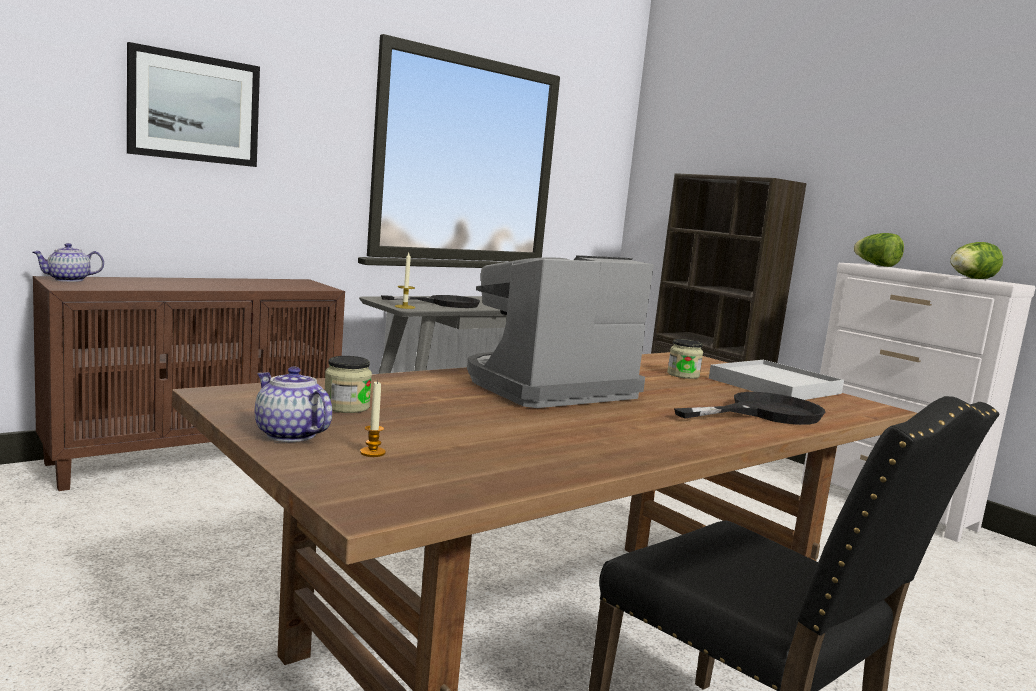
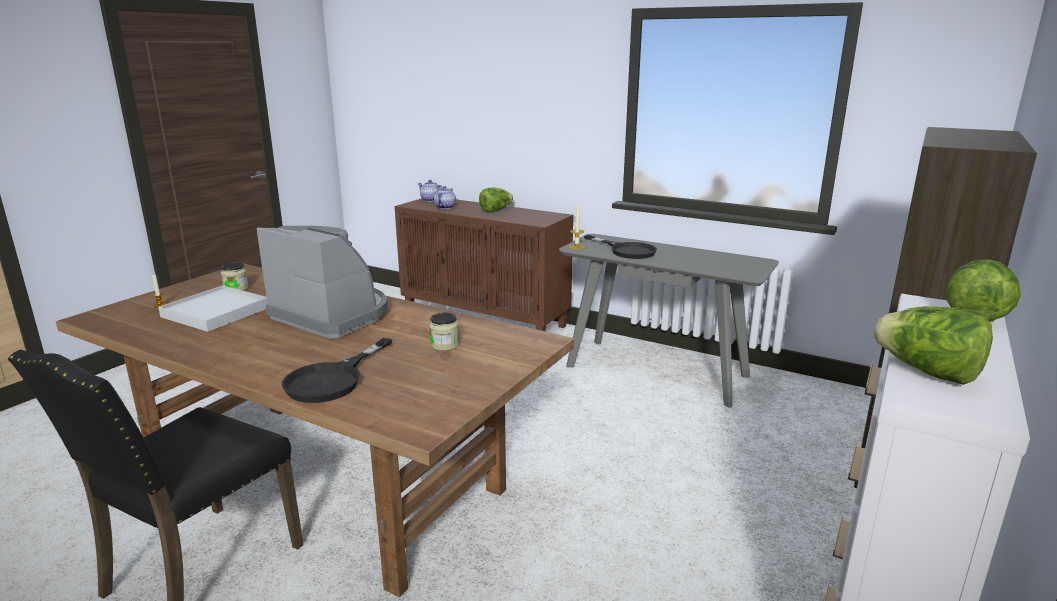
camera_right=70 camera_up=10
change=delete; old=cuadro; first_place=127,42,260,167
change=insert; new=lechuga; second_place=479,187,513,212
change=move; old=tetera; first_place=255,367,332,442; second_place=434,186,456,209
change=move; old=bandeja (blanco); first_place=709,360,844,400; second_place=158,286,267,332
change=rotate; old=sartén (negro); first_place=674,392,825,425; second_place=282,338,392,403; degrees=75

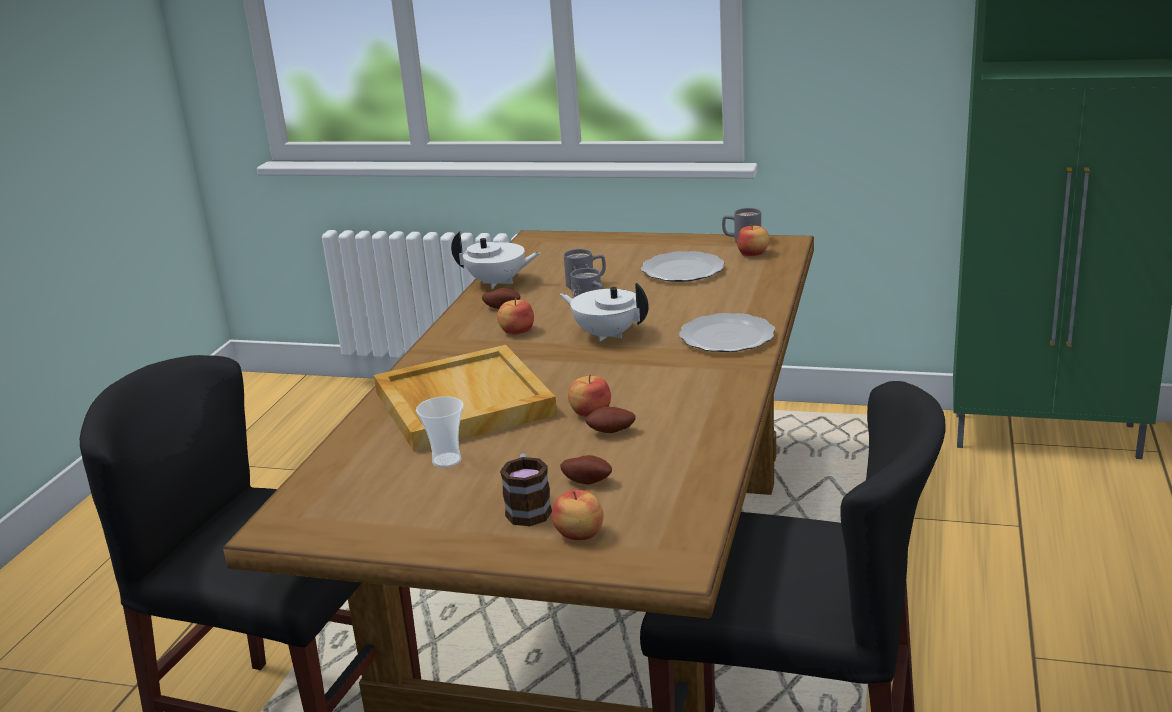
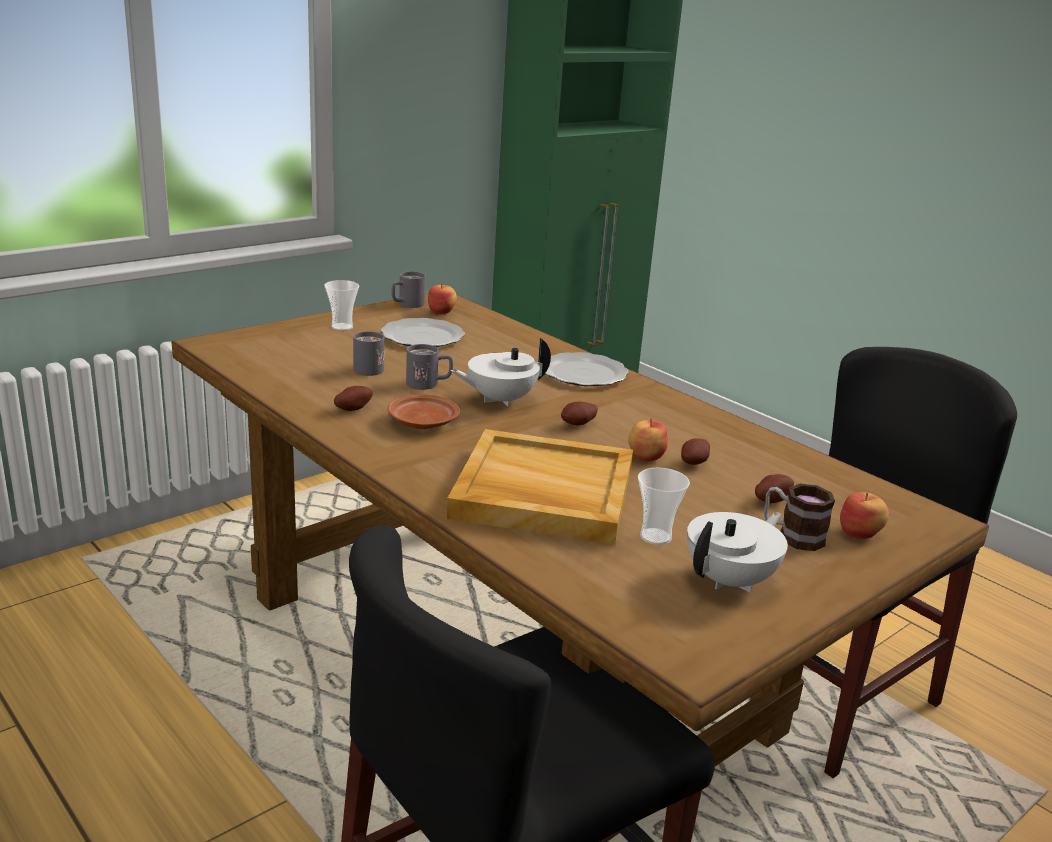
camera_right=-60 camera_up=0
change=insert; new=taza; second_place=324,280,359,331
change=insert; new=patata; second_place=561,401,598,425
change=move; old=tetera (blanco); first_place=451,231,541,289; second_place=687,512,788,593
change=replace; old=manzana; new=plato (marrón); first_place=497,298,534,335; second_place=387,395,460,429

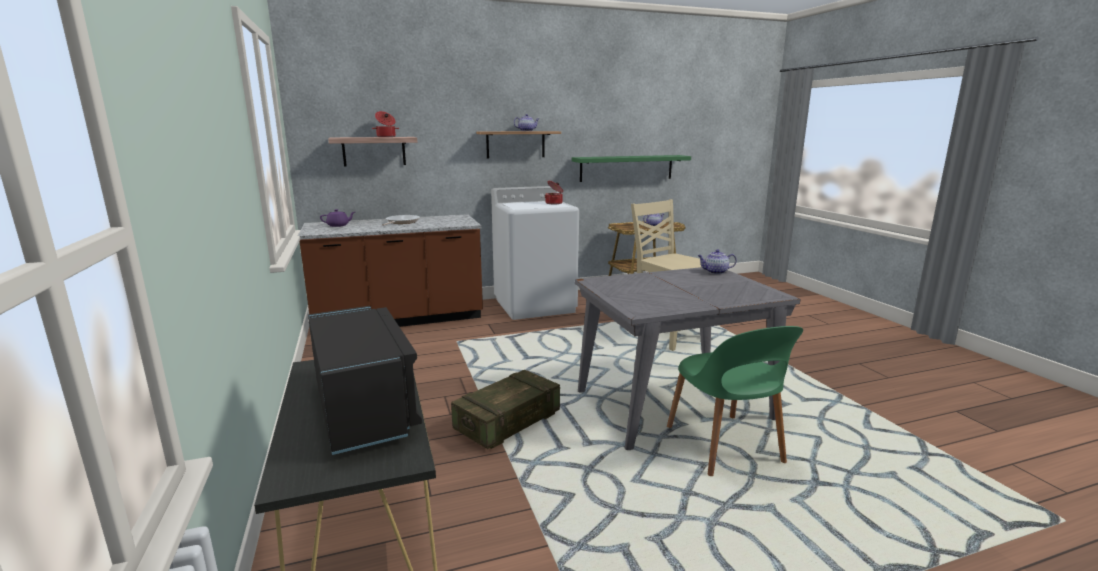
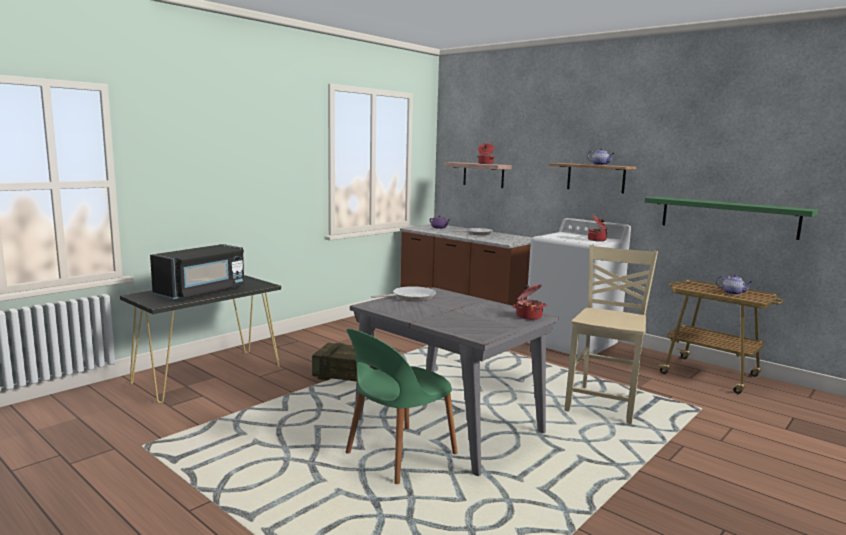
camera_right=60 camera_up=-5
change=insert; new=sartén; second_place=371,286,436,301
change=replace; old=tetera; new=olla; first_place=698,249,737,274; second_place=513,284,547,320

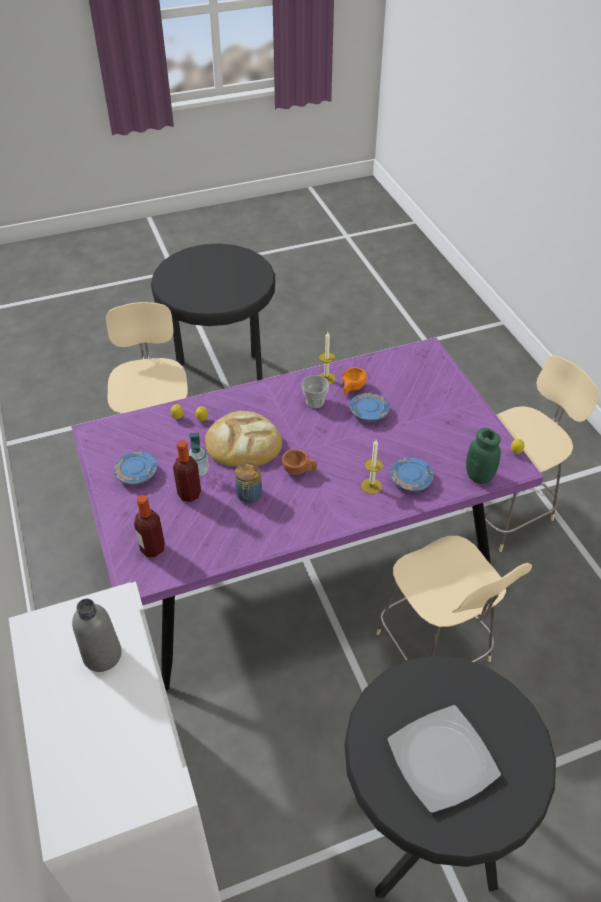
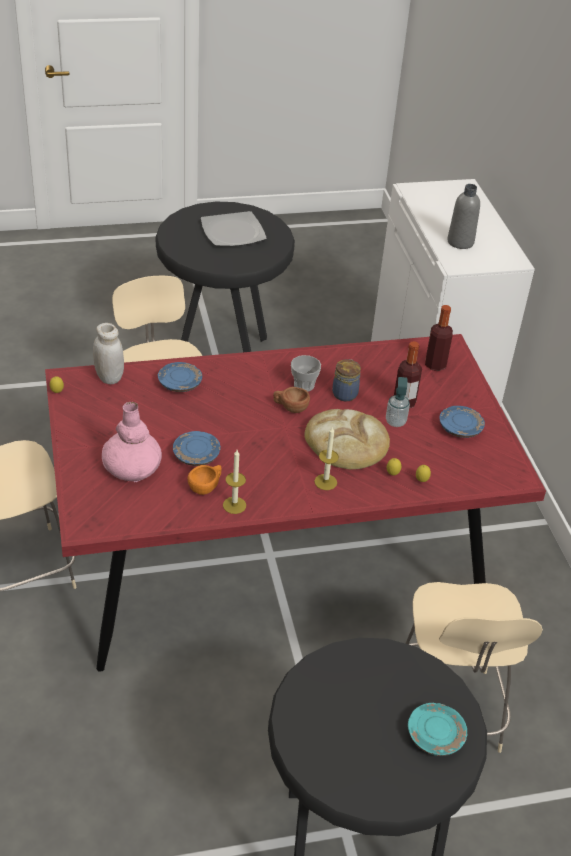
camera_right=-175 camera_up=-5
change=insert; new=florero (rosa); second_place=102,402,162,482
change=insert; new=plato (turquesa); second_place=408,703,467,756
change=move; old=taza; first_place=302,375,329,408; second_place=291,355,321,392
change=move; old=vela; first_place=361,440,383,494; second_place=314,426,339,490
change=recolor; old=mesa de comedor (morado); new=mesa de comedor (rojo); first_place=71,337,544,691; second_place=45,334,546,672
change=recolor; old=tarro (verde); new=tarro (blanco); first_place=466,428,501,484; second_place=93,323,124,384

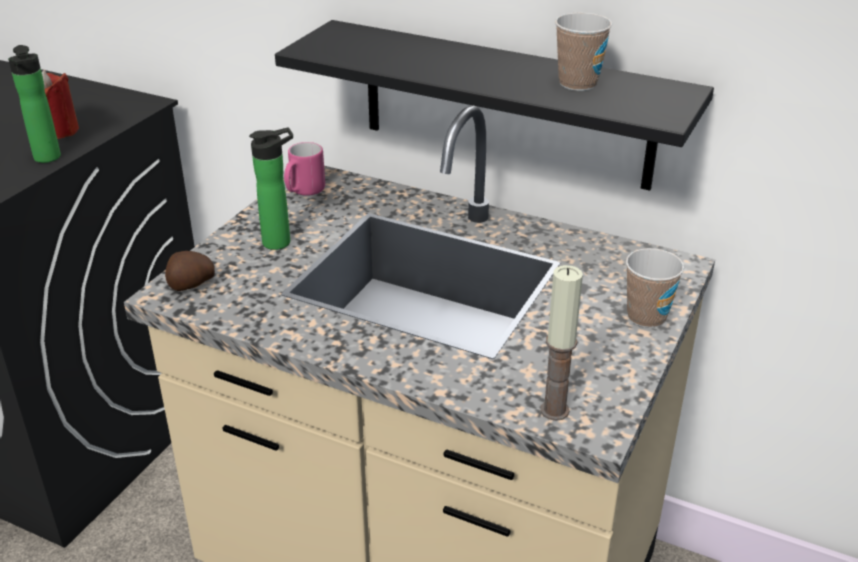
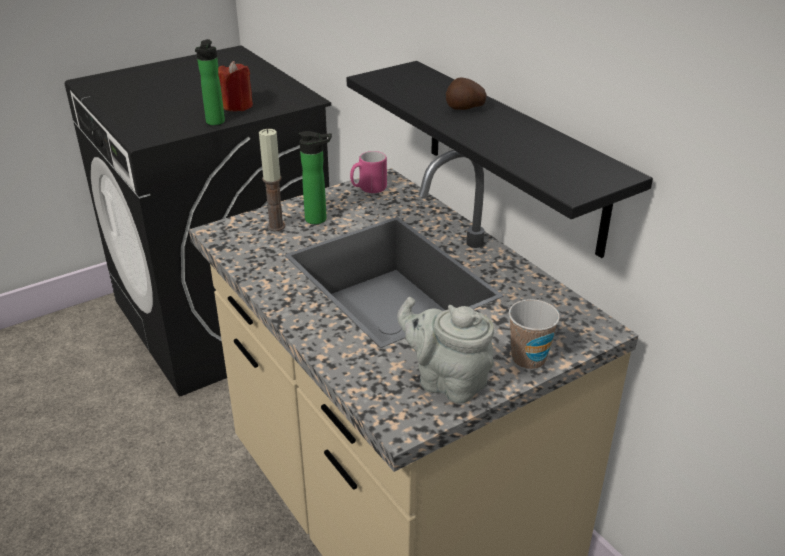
camera_right=30 camera_up=0
change=delete; old=taza; first_place=555,12,612,91
change=insert; new=tetera (gris); second_place=397,297,494,404
change=move; old=patata; first_place=165,251,215,291; second_place=446,77,486,110
change=move; old=vela; first_place=540,265,583,421; second_place=259,129,285,231

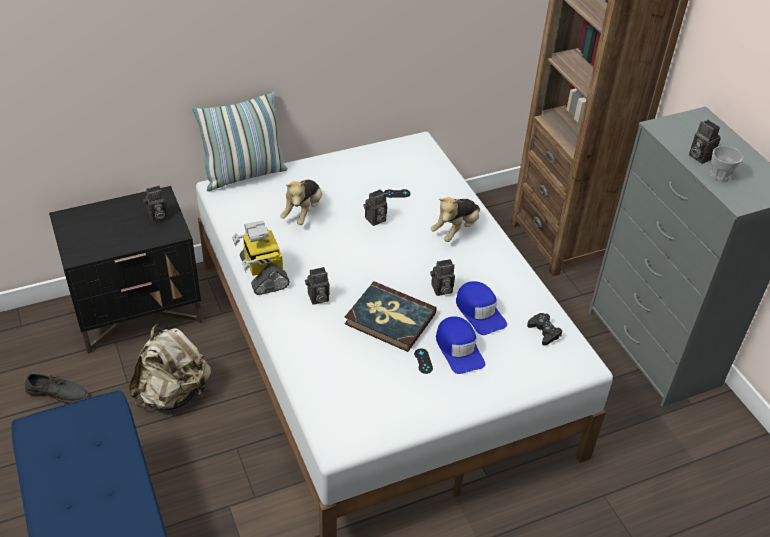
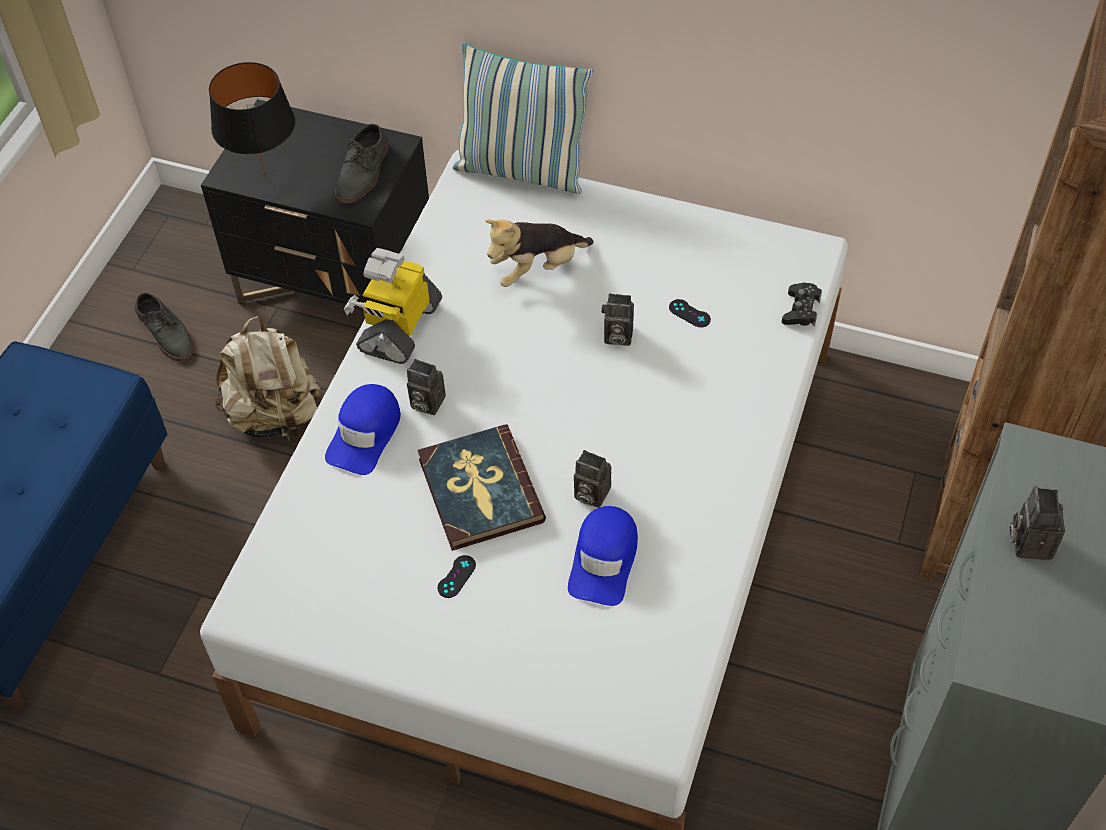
camera_right=45 camera_up=10
change=delete; old=peluche; first_place=430,197,480,242
change=delete; old=taza; first_place=710,146,743,181
change=insert; new=lámpara de mesa (negro); second_place=209,62,295,180
change=move; old=gorra (azul); first_place=436,316,485,374; second_place=325,384,401,475
change=move; old=mando de consola (negro); first_place=527,313,562,346; second_place=782,282,822,327
change=replace; old=cámara; new=zapato (gris); first_place=143,186,168,222; second_place=335,124,389,203

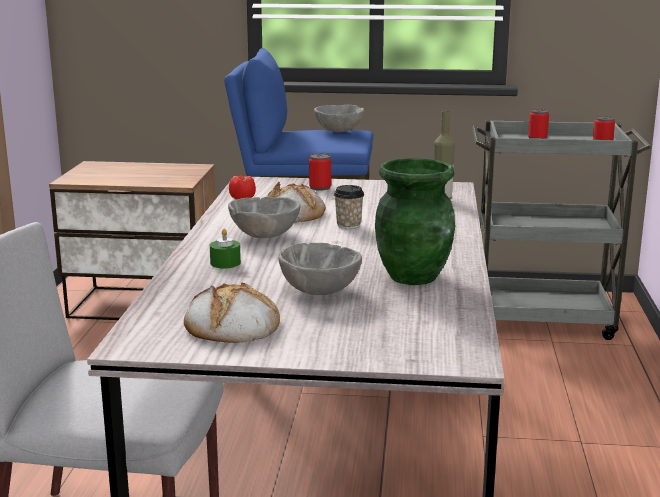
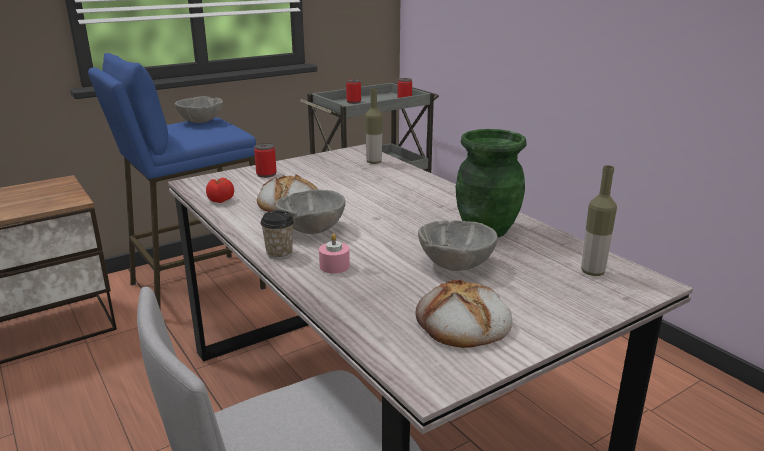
camera_right=-40 camera_up=5
change=insert; new=botella; second_place=581,165,617,276
change=move; old=taza; first_place=334,185,364,229; second_place=260,210,294,259
change=recolor; old=vela (verde); new=vela (rosa); first_place=210,229,241,268; second_place=319,233,350,274

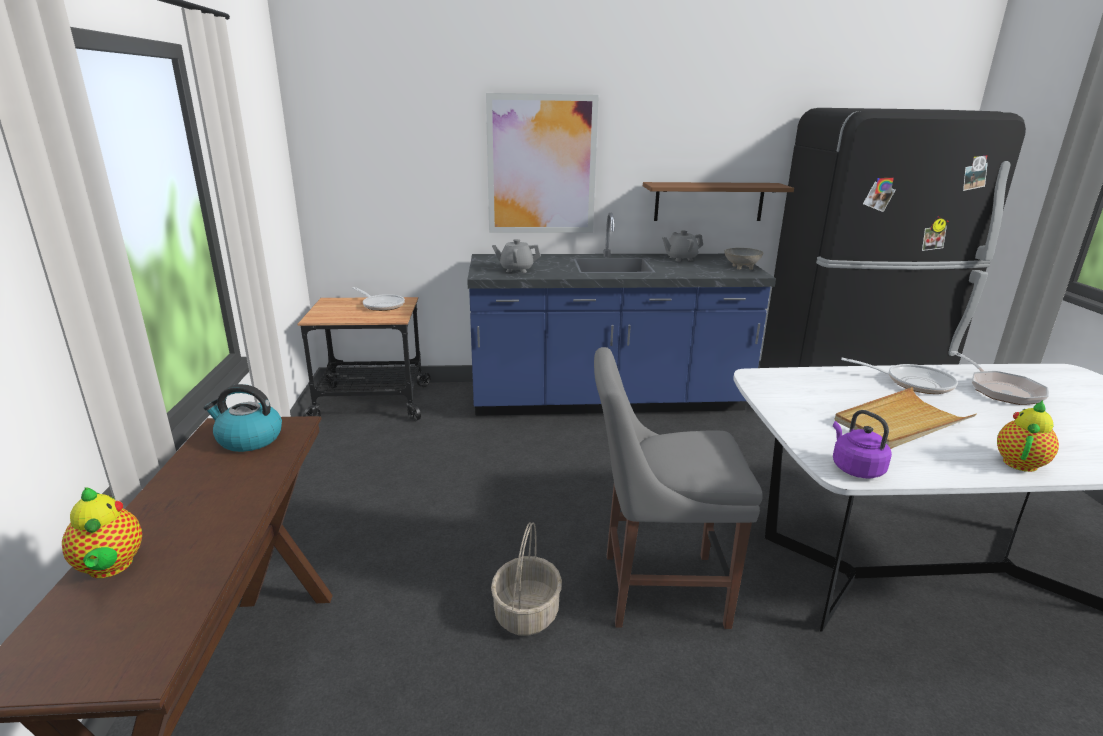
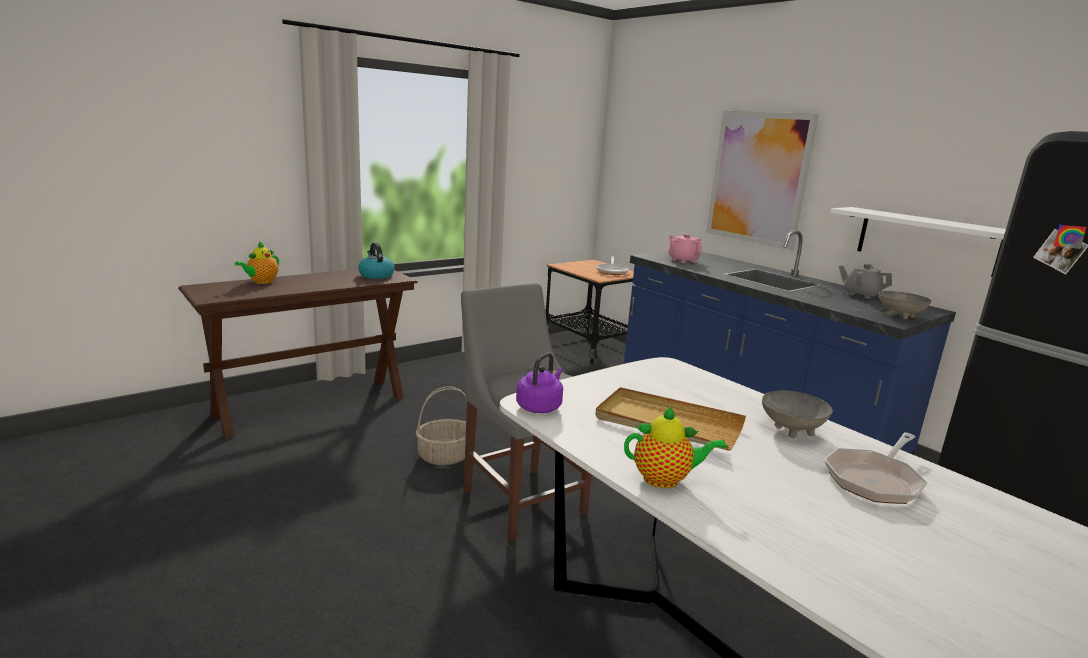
camera_right=55 camera_up=-5
change=replace; old=sartén; new=cuenco (gris); first_place=841,358,958,394; second_place=762,391,833,438
change=recolor; old=tetera (gris); new=tetera (rosa); first_place=492,239,541,273; second_place=668,234,702,263
change=recolor; old=estante (marrón); new=estante (blanco); first_place=643,182,794,221; second_place=830,207,1006,277

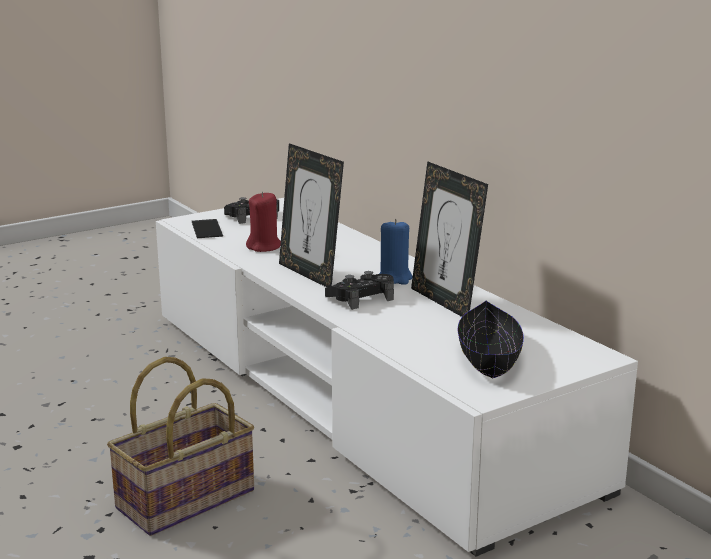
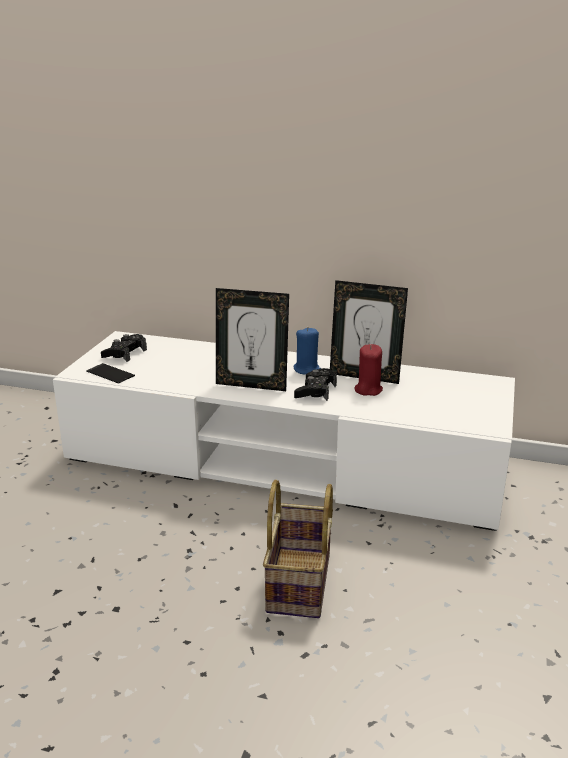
camera_right=-40 camera_up=5
change=delete; old=cuenco (negro); first_place=458,301,524,378
change=move; old=vela (rojo); first_place=246,192,281,252; second_place=355,344,383,396

